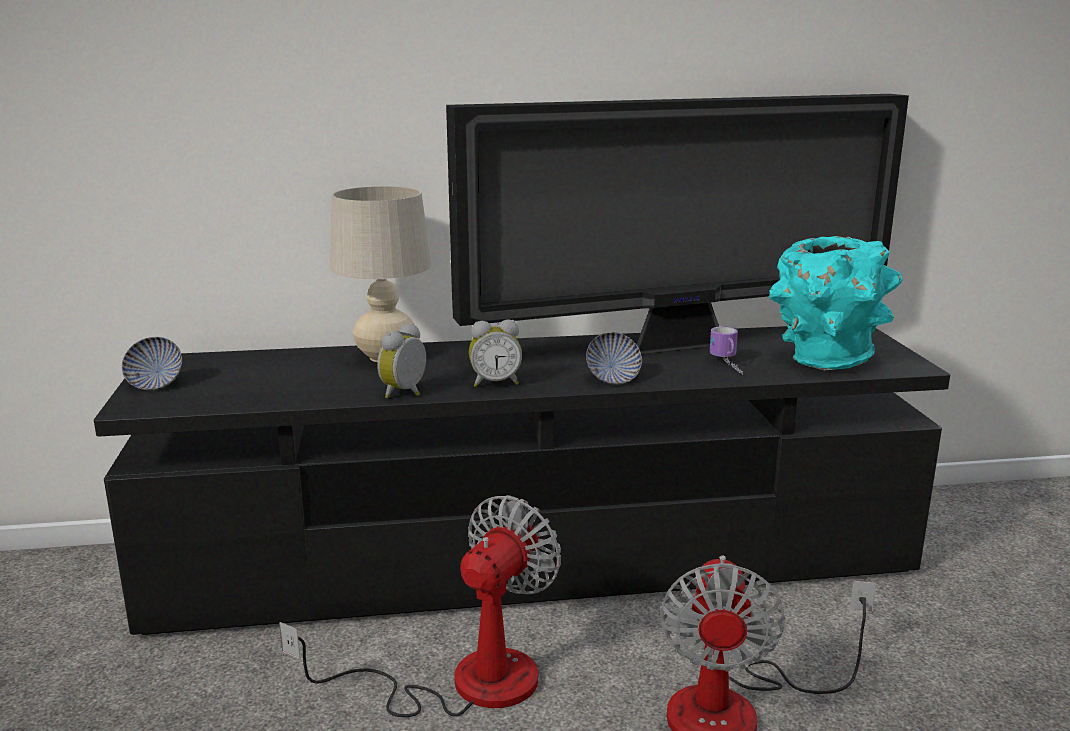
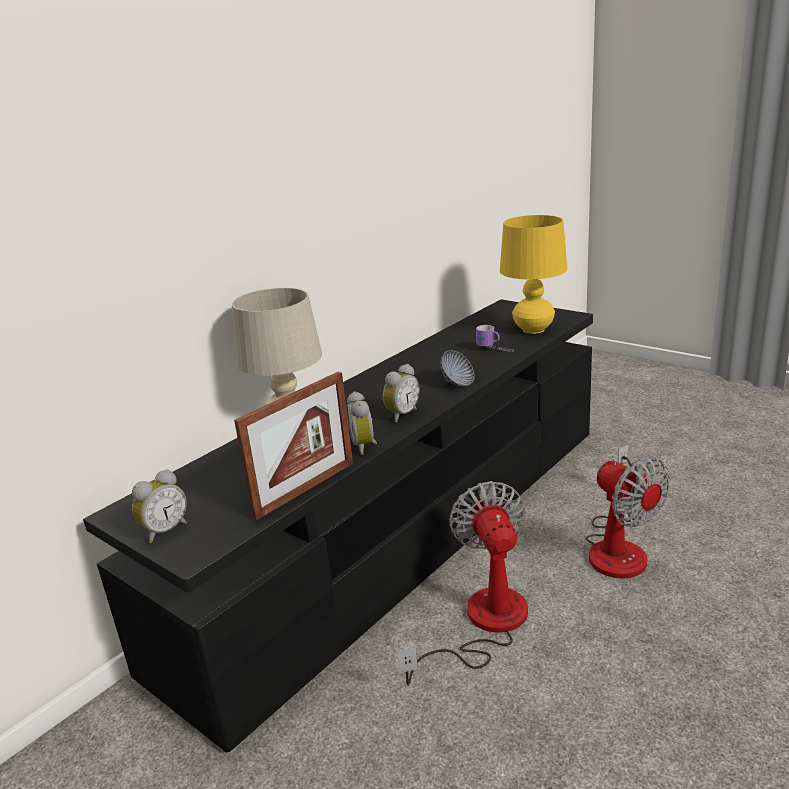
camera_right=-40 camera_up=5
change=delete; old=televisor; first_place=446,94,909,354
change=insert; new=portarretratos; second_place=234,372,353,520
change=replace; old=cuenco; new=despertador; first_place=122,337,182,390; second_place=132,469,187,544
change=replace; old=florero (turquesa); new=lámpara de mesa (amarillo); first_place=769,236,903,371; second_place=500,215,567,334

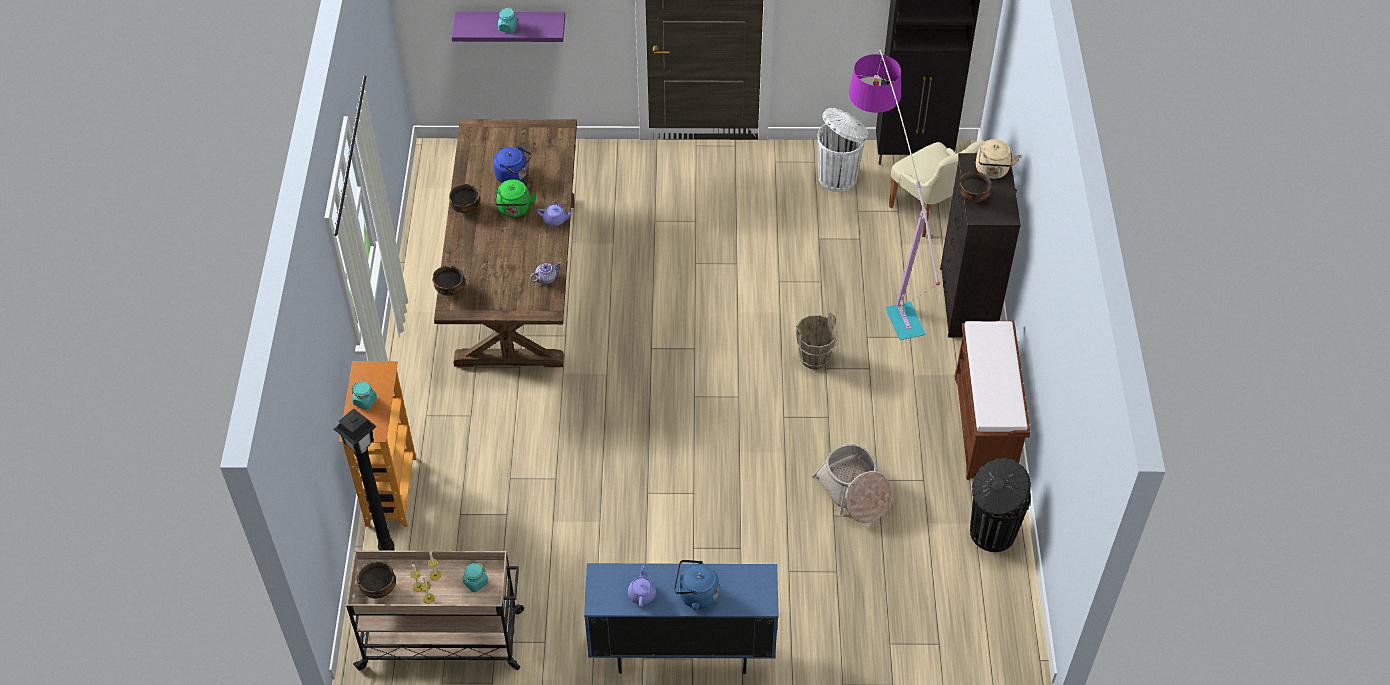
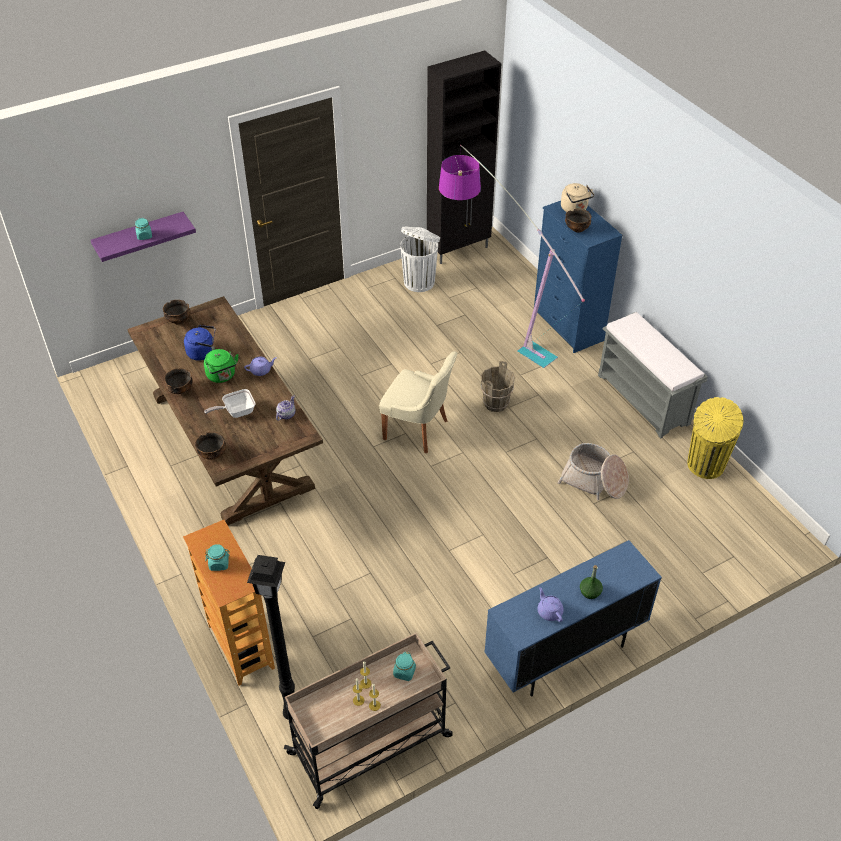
camera_right=-30 camera_up=-5
change=insert; new=sartén; second_place=204,389,255,418
change=move; old=cuenco; first_place=357,561,396,599; second_place=163,300,191,325
change=move; old=silla (beis); first_place=889,140,985,237; second_place=379,351,457,453
change=replace; old=hervidor (azul); new=botella (verde); first_place=674,560,719,610; second_place=580,565,603,599
change=recolor; old=cómoda (negro); new=cómoda (azul); first_place=940,153,1021,338; second_place=534,201,623,353
change=recolor; old=banco (marrón); new=banco (gris); first_place=955,321,1030,480; second_place=598,312,708,438
change=recolor; old=papelera (negro); new=papelera (amarillo); first_place=970,458,1031,552; second_place=687,397,743,479

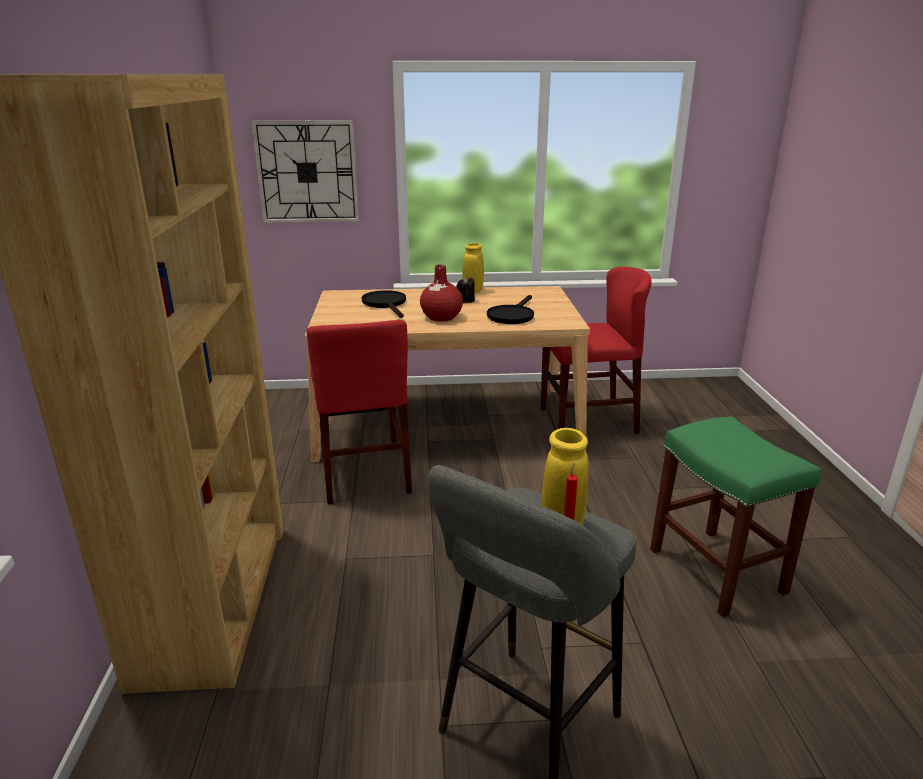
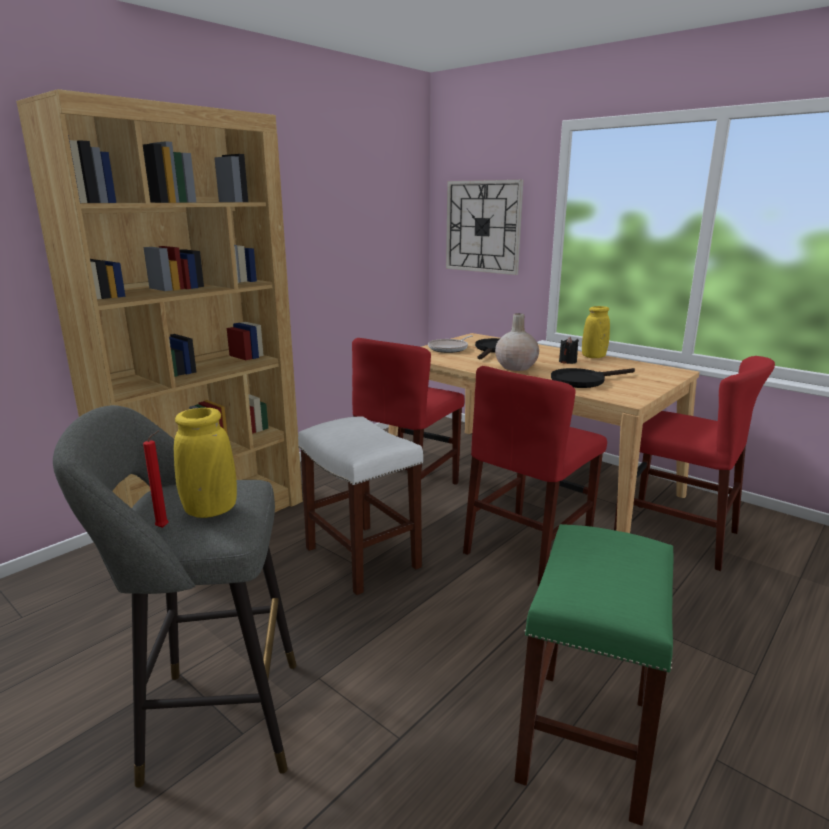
camera_right=45 camera_up=-5
change=insert; new=taburete (blanco); second_place=298,416,423,595
change=insert; new=sartén; second_place=428,335,473,353
change=insert; new=silla (rojo); second_place=463,366,607,586
change=recolor; old=florero (rojo); new=florero (beis); first_place=420,265,463,321; second_place=495,313,539,371

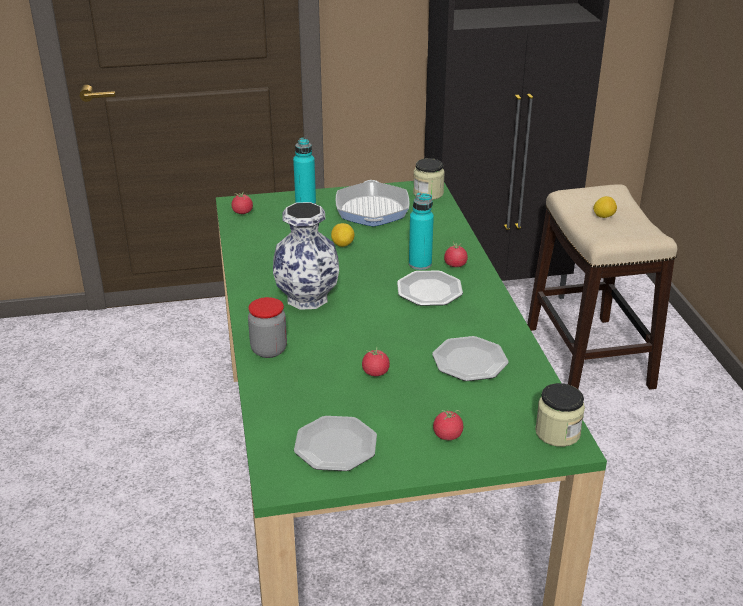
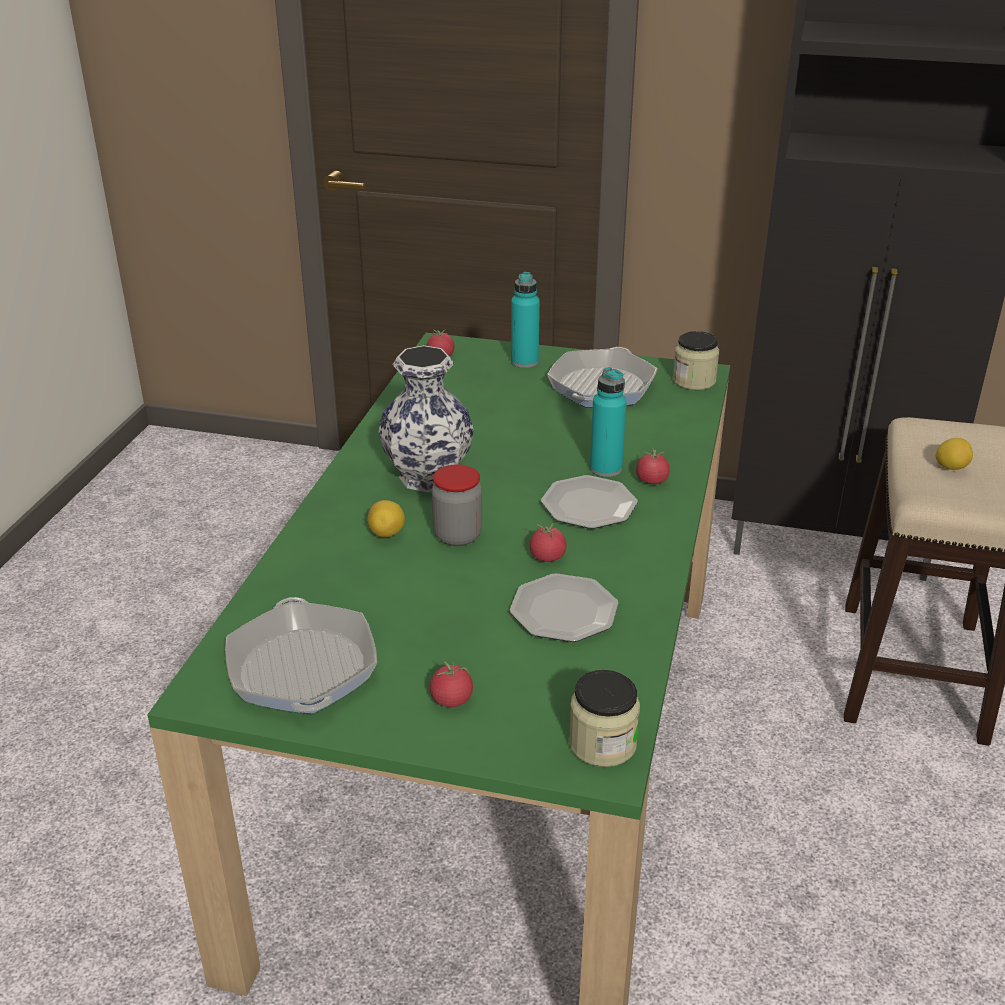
camera_right=25 camera_up=0
change=move; old=tarro; first_place=248,297,287,358; second_place=432,464,482,546
change=move; old=limón; first_place=331,223,355,247; second_place=367,500,405,537
change=move; old=tomate; first_place=362,347,390,376; second_place=530,523,567,562
change=replace; old=plato; new=sartén; first_place=294,416,377,471; second_place=225,597,377,714

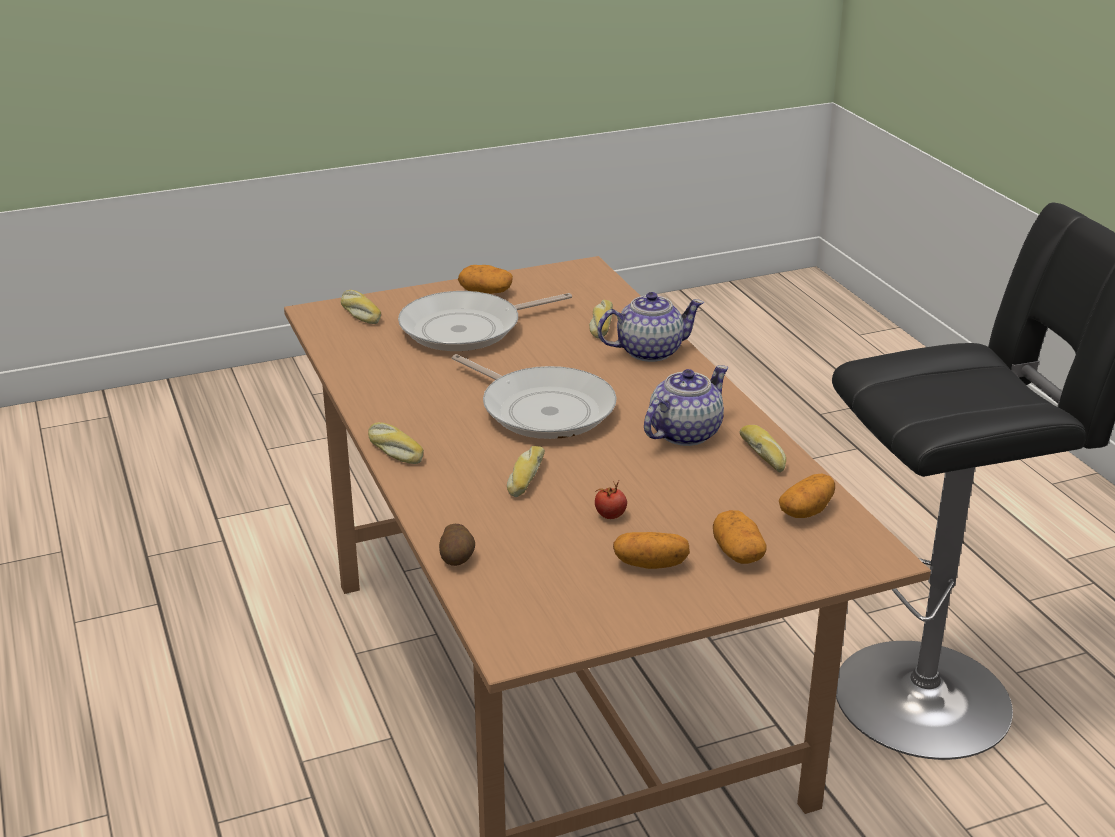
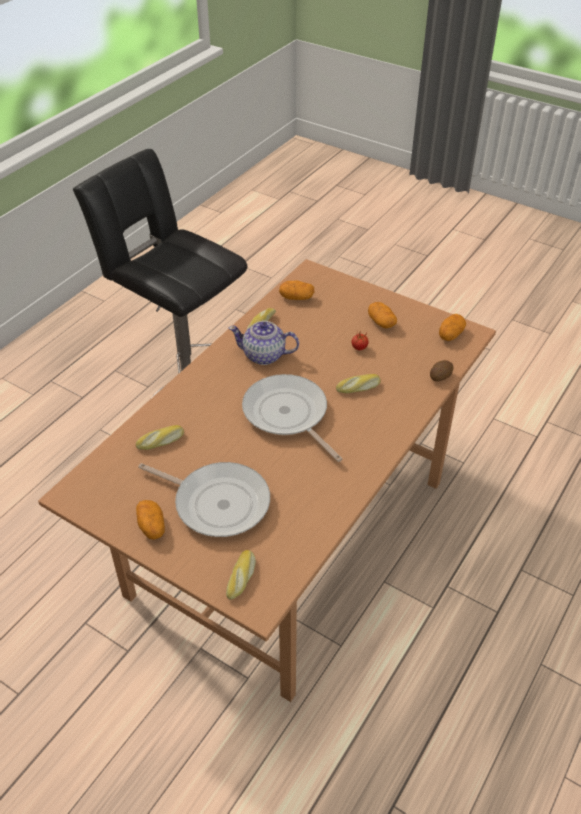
camera_right=-125 camera_up=15
change=delete; old=pan; first_place=368,422,424,464
change=delete; old=tetera; first_place=597,292,704,362
change=move; old=patata; first_place=713,510,767,564; second_place=439,314,466,341
change=rotate; old=sartén; first_place=452,354,617,439; second_place=242,374,342,462; degrees=-45

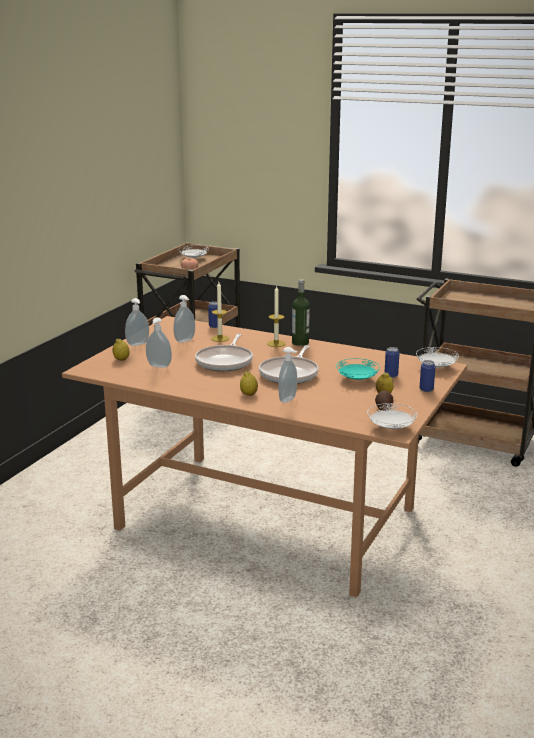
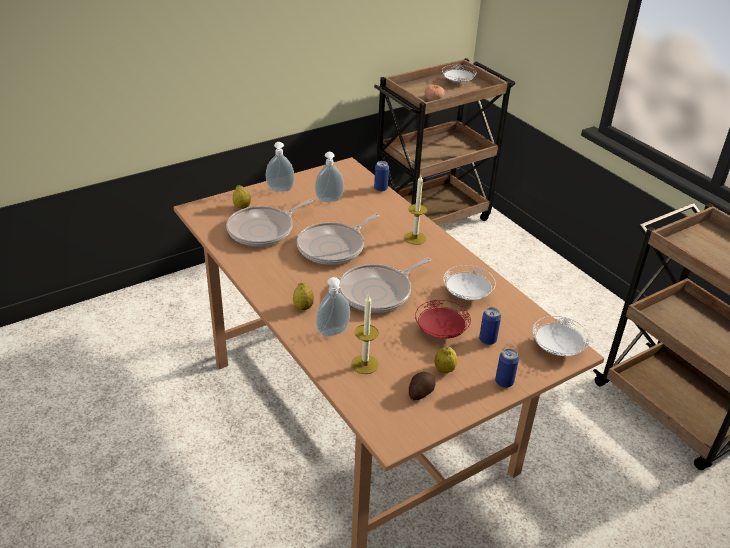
camera_right=30 camera_up=15
change=delete; old=botella; first_place=292,279,310,346
change=move; old=vela; first_place=211,282,229,342; second_place=351,294,379,374
change=move; old=plato (blanco); first_place=367,403,417,429; second_place=443,265,496,300
change=replace; old=dispensador de jabón; new=sartén; first_place=146,317,172,368; second_place=226,199,313,246
change=recolor; old=plato (turquesa); new=plato (rojo); first_place=336,358,380,380; second_place=415,300,471,339

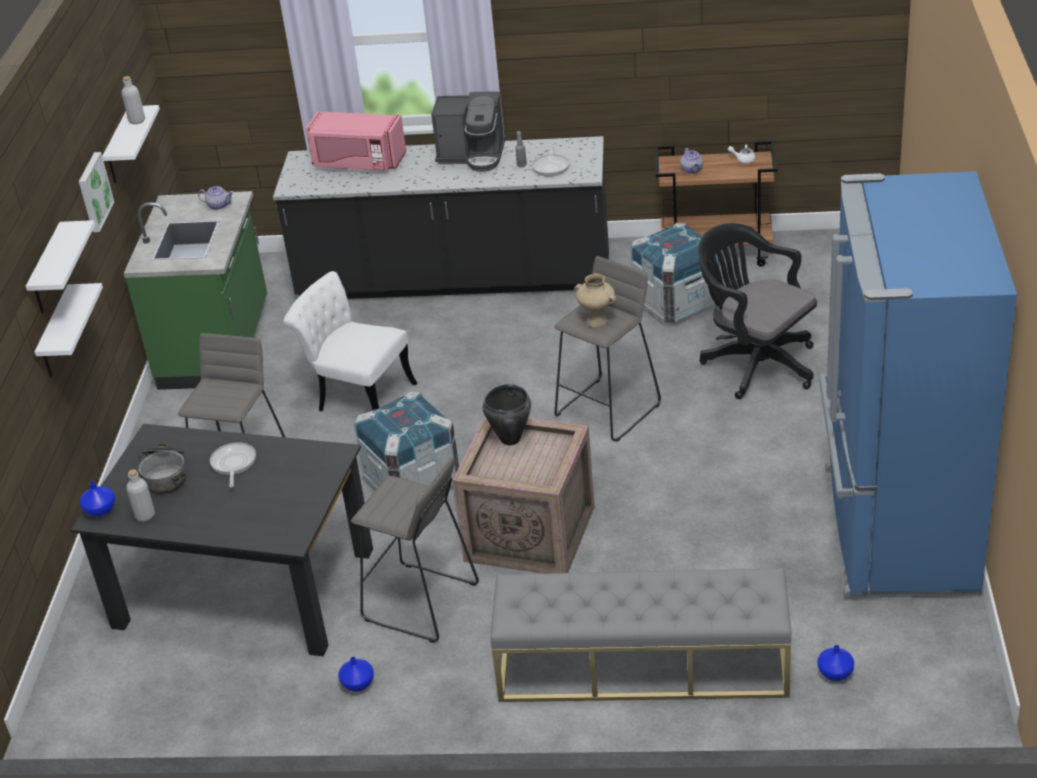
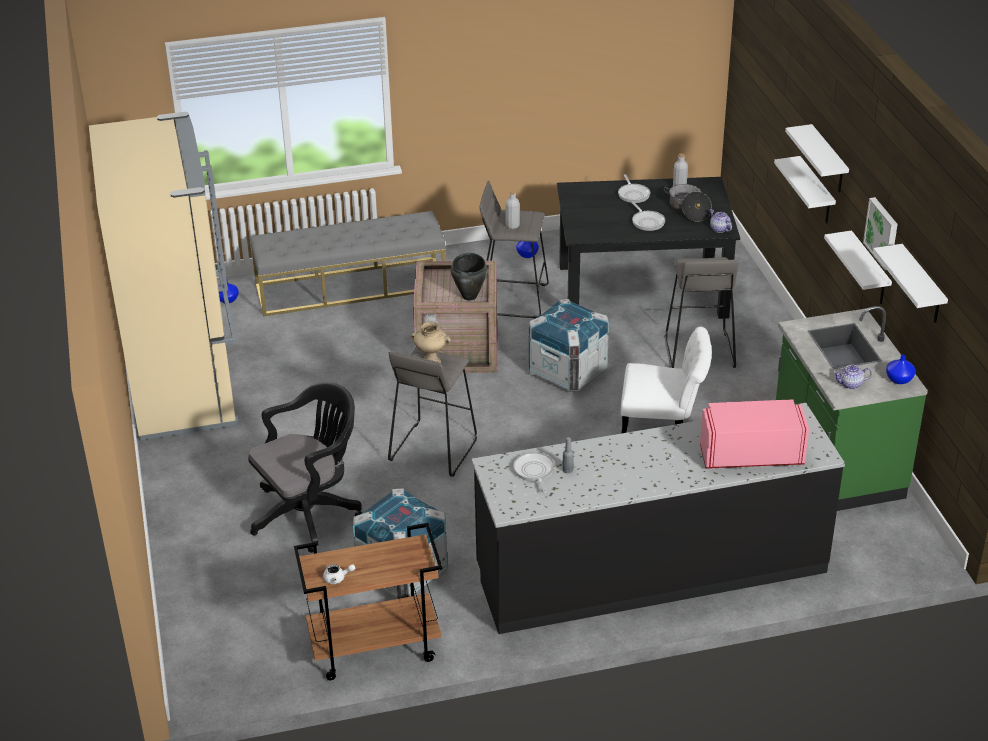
camera_right=160 camera_up=0
change=delete; old=cafetera; first_place=431,91,505,172
change=insert; new=sartén; second_place=618,174,650,203
change=insert; new=estante (blanco); second_place=824,230,892,304
change=move; old=florero (azul); first_place=79,481,115,517; second_place=886,354,916,384
change=move; old=botella (gris); first_place=121,76,145,124; second_place=505,190,520,229
change=move; old=tetera; first_place=680,148,703,174; second_place=710,209,732,233
change=recolor; old=nevera (azul); new=nevera (beis); first_place=819,171,1017,598; second_place=89,112,240,441
change=rotate; old=silla de oficina (negro); first_place=698,223,817,399; second_place=248,382,362,553; degrees=-60

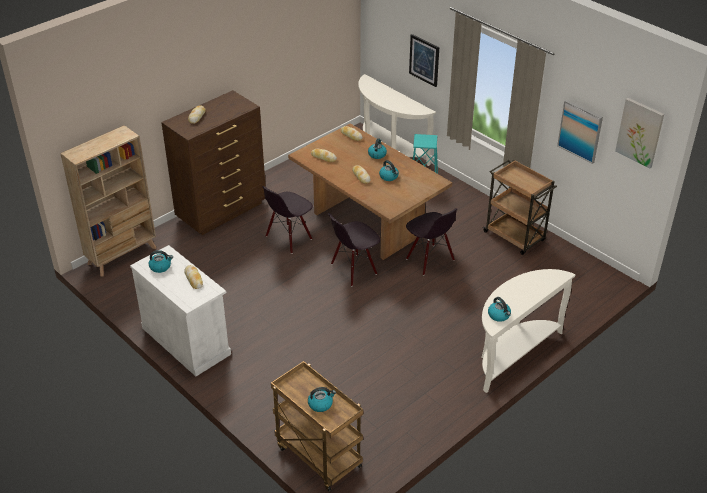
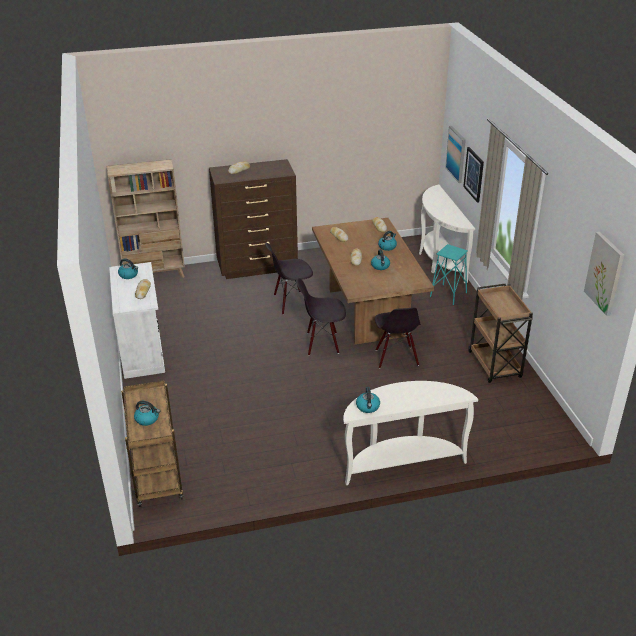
camera_right=30 camera_up=-5
change=move; old=cuadro; first_place=557,100,603,164; second_place=445,126,466,183

